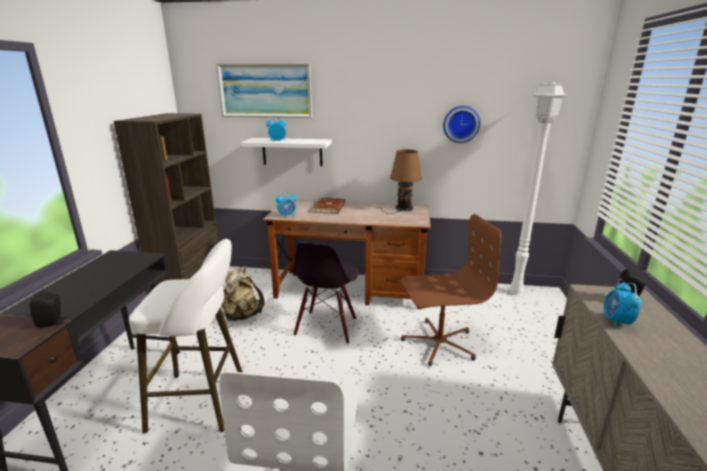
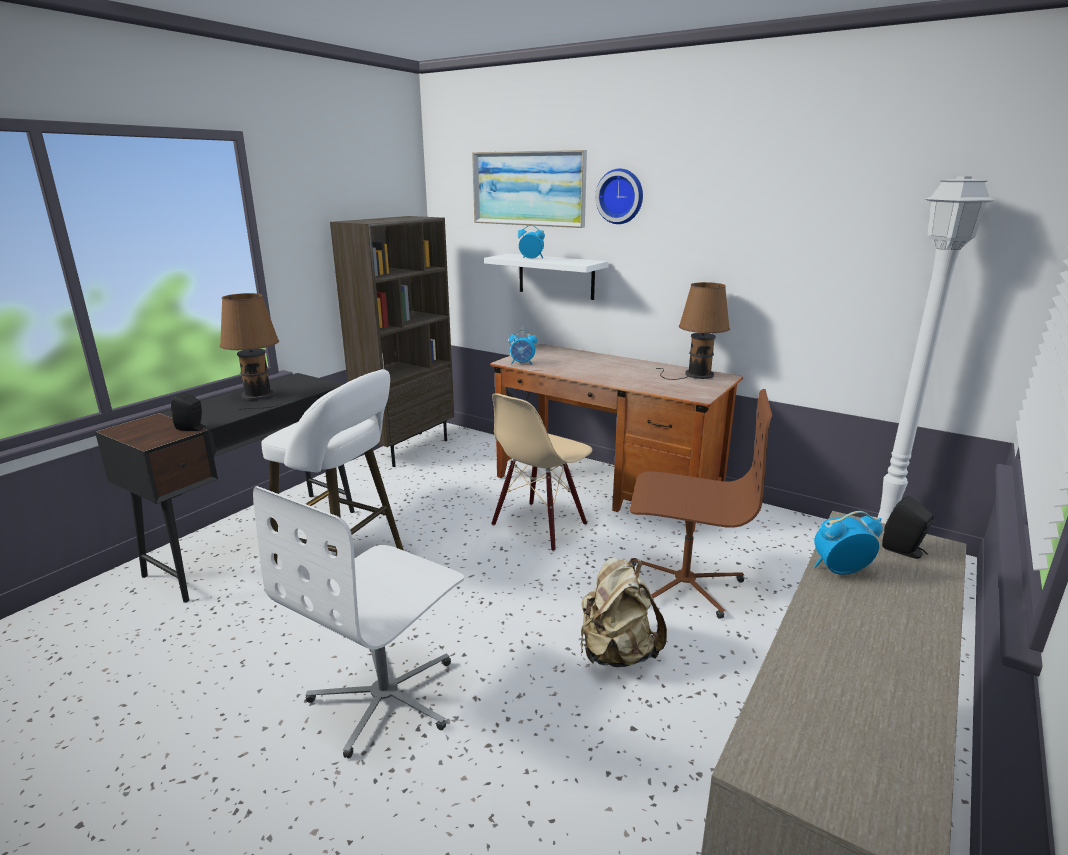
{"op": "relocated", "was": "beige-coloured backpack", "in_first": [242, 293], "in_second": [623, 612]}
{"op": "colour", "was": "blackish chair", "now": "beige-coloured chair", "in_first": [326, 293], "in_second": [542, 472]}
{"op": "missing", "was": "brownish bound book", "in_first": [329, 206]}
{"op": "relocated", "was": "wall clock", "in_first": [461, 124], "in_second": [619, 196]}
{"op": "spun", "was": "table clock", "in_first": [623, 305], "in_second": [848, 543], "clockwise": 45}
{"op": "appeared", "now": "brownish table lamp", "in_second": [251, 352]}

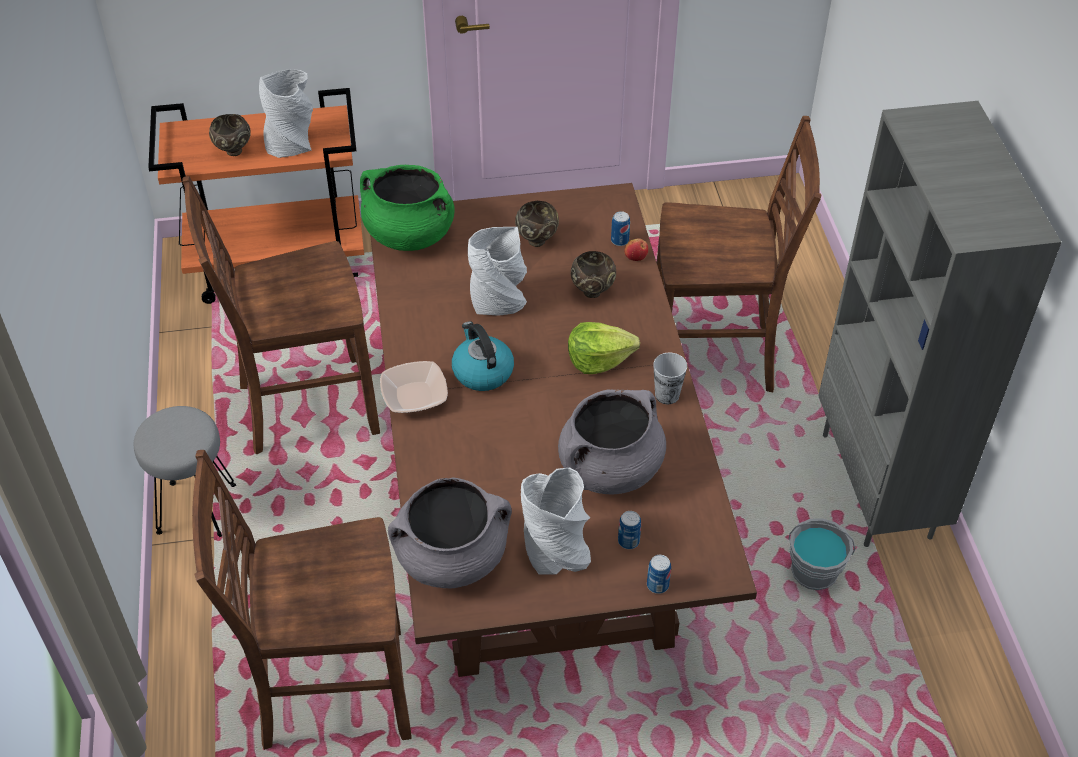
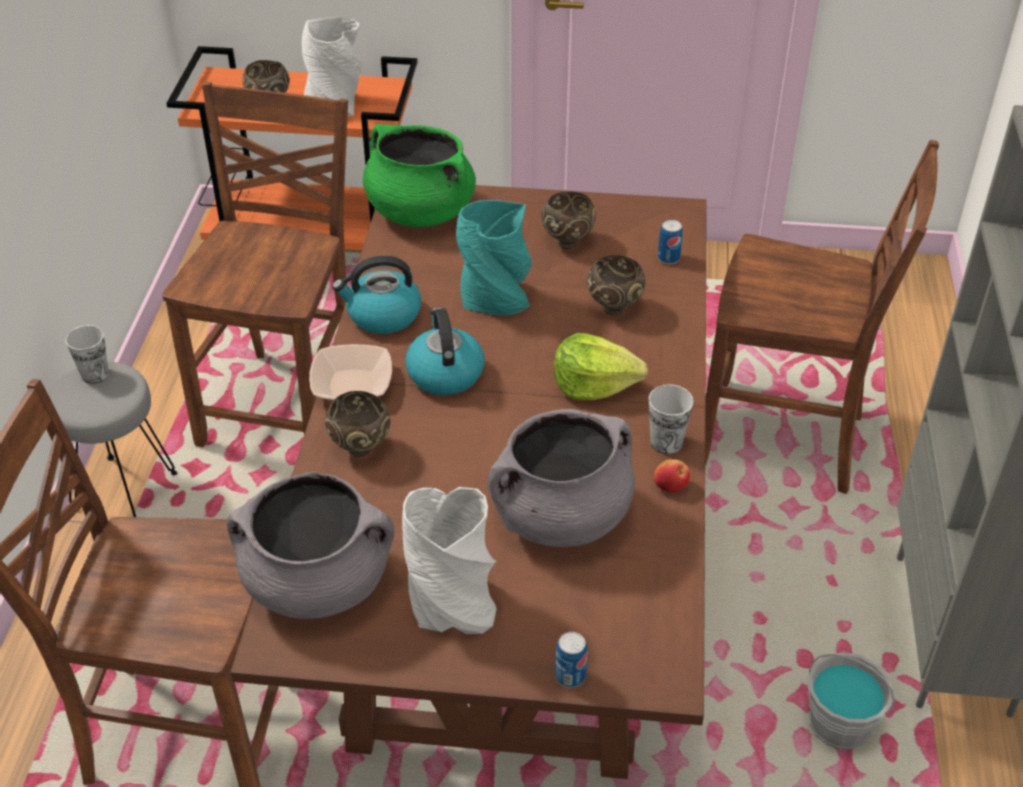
{"op": "spun", "was": "brownish chair", "in_first": [281, 315], "in_second": [255, 264], "clockwise": 105}
{"op": "colour", "was": "greyish flower vase", "now": "turquoise-coloured flower vase", "in_first": [497, 271], "in_second": [494, 258]}
{"op": "missing", "was": "metal can", "in_first": [629, 530]}
{"op": "relocated", "was": "apple fruit", "in_first": [636, 250], "in_second": [672, 476]}
{"op": "appeared", "now": "cup", "in_second": [87, 354]}
{"op": "appeared", "now": "brownish bowl", "in_second": [358, 424]}
{"op": "appeared", "now": "kettle", "in_second": [376, 295]}

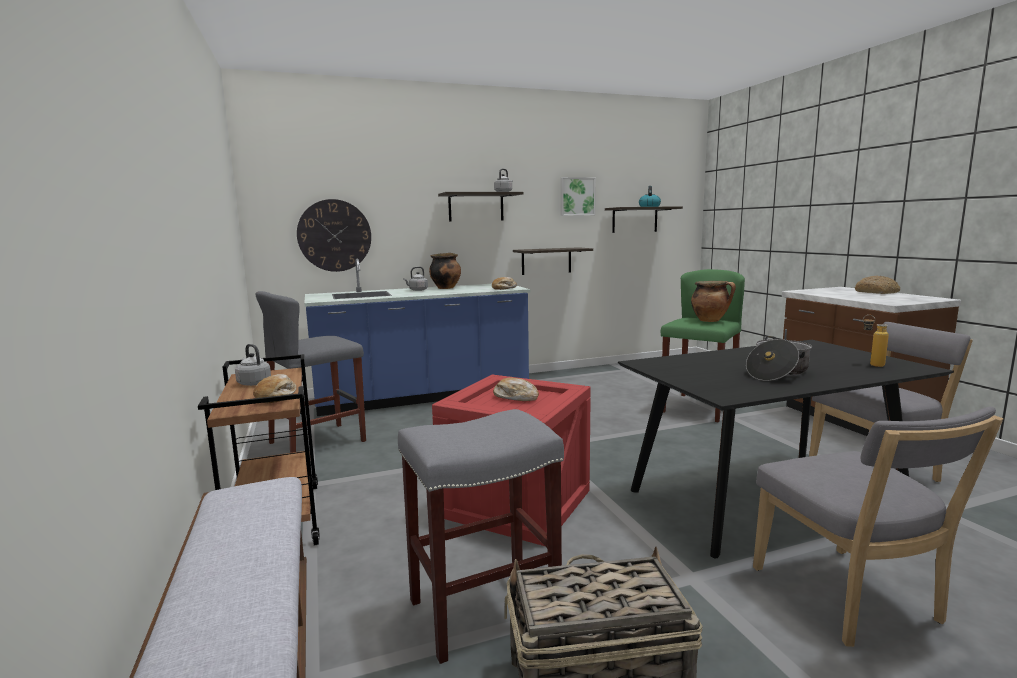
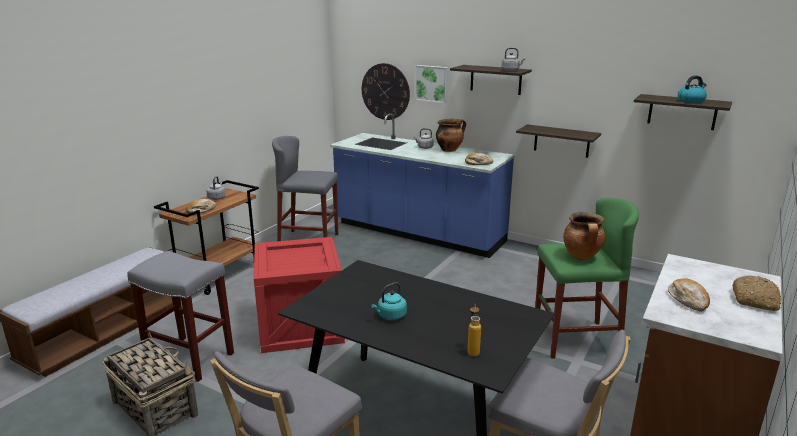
{"op": "relocated", "was": "bakery bread", "in_first": [516, 389], "in_second": [689, 295]}
{"op": "relocated", "was": "picture", "in_first": [578, 196], "in_second": [431, 84]}
{"op": "exchanged", "was": "cooking pot", "now": "turquoise-coloured kettle", "in_first": [779, 358], "in_second": [389, 301]}

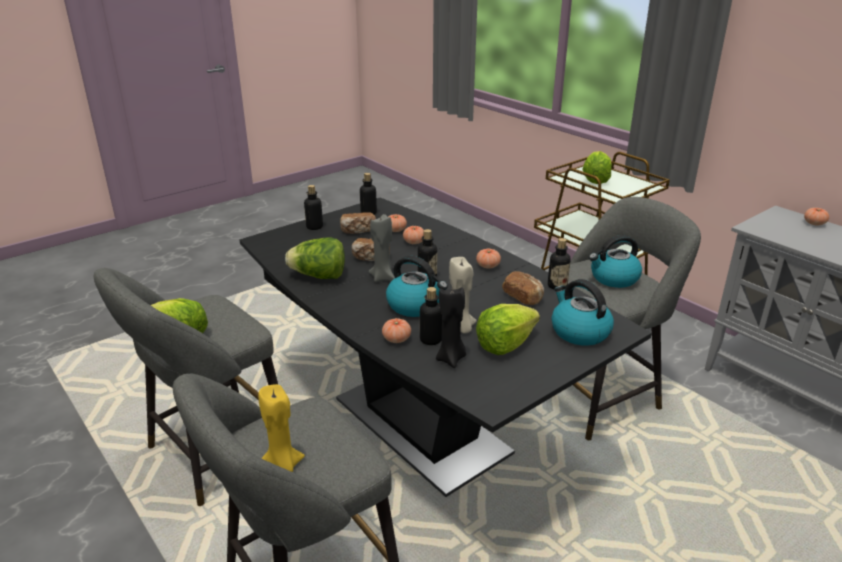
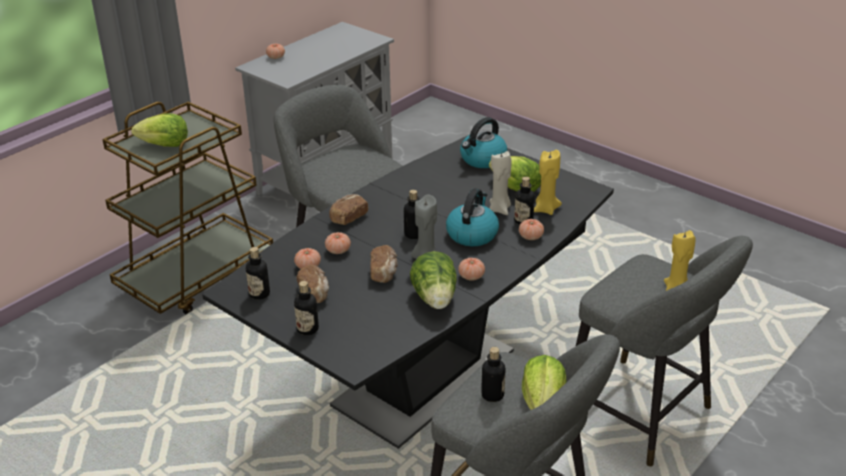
{"op": "colour", "was": "blackish wax candle", "now": "yellow-coloured wax candle", "in_first": [451, 327], "in_second": [548, 182]}
{"op": "relocated", "was": "whole tomato", "in_first": [488, 259], "in_second": [471, 269]}
{"op": "relocated", "was": "bakery bread", "in_first": [523, 288], "in_second": [348, 209]}
{"op": "relocated", "was": "bottle", "in_first": [559, 263], "in_second": [493, 374]}
{"op": "missing", "was": "kettle", "in_first": [615, 261]}

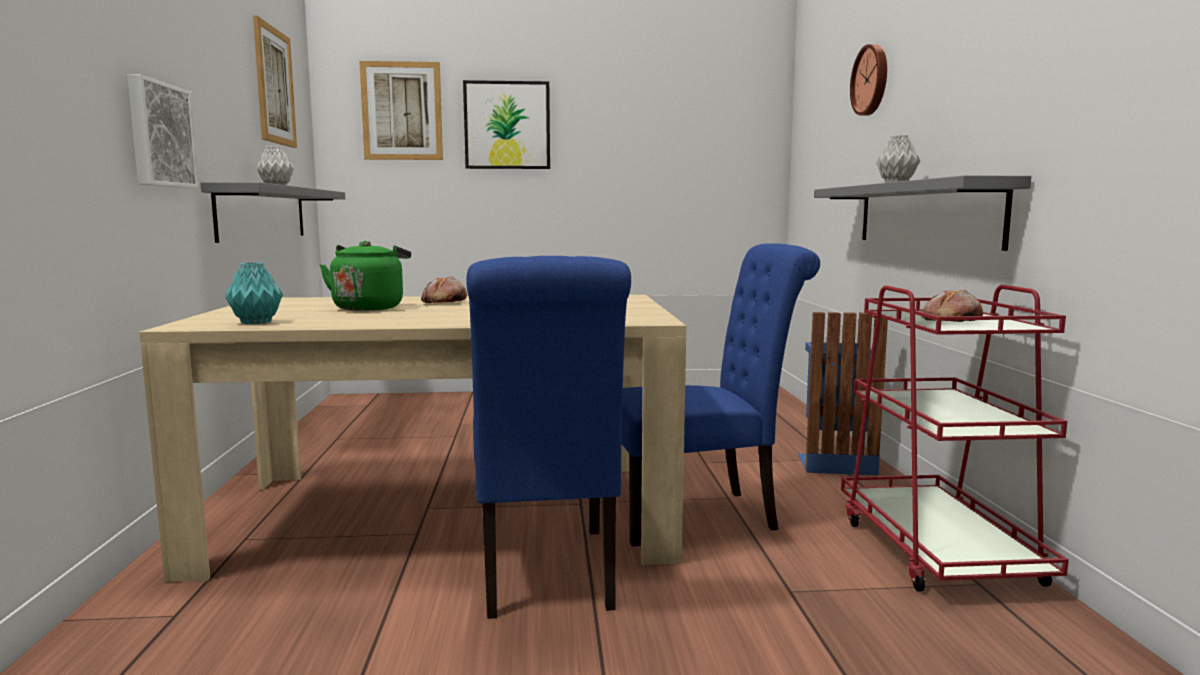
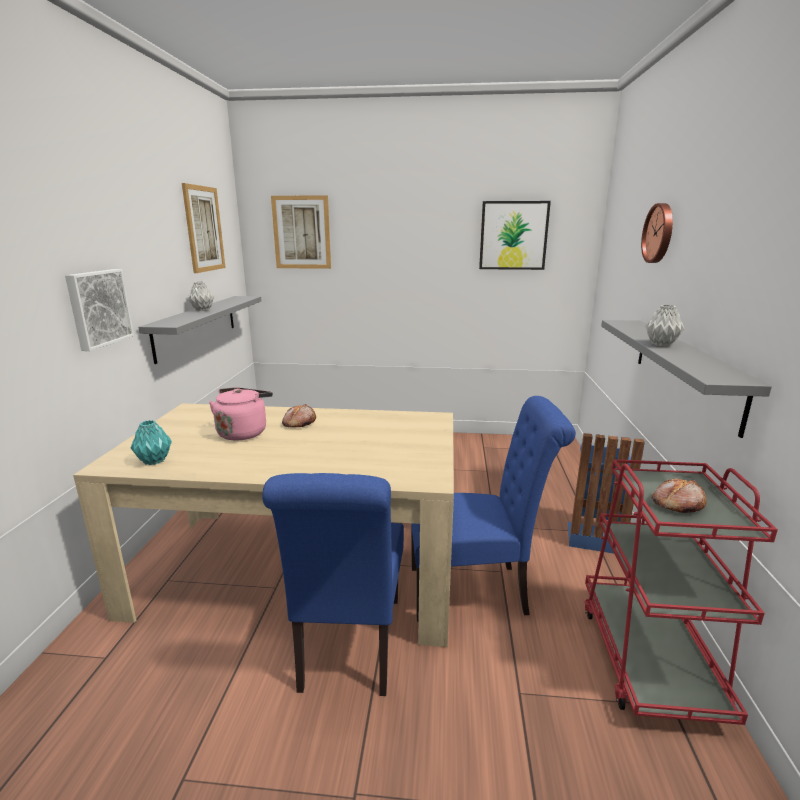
{"op": "colour", "was": "greenish kettle", "now": "pink kettle", "in_first": [365, 276], "in_second": [241, 414]}
{"op": "relocated", "was": "picture", "in_first": [506, 124], "in_second": [515, 235]}

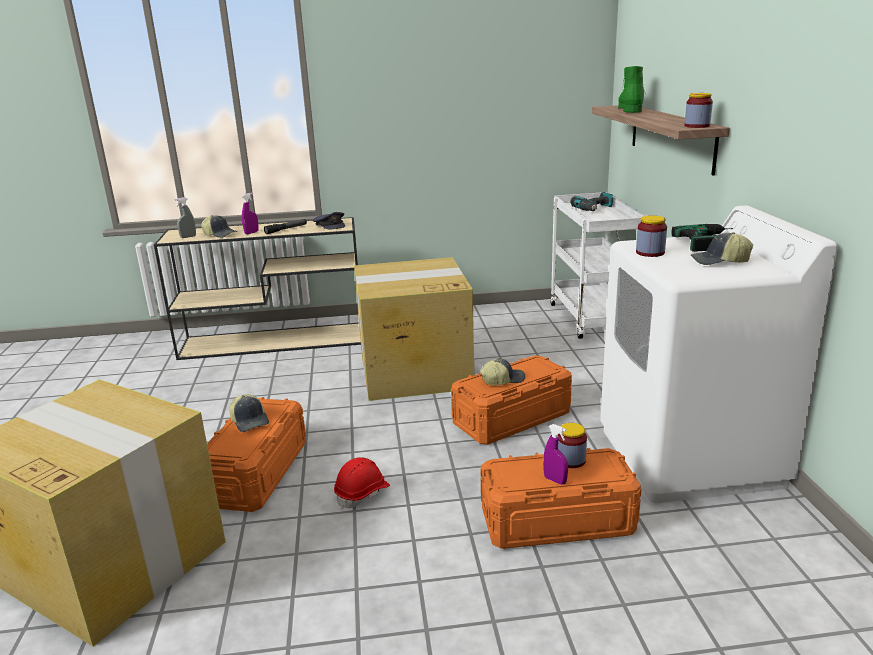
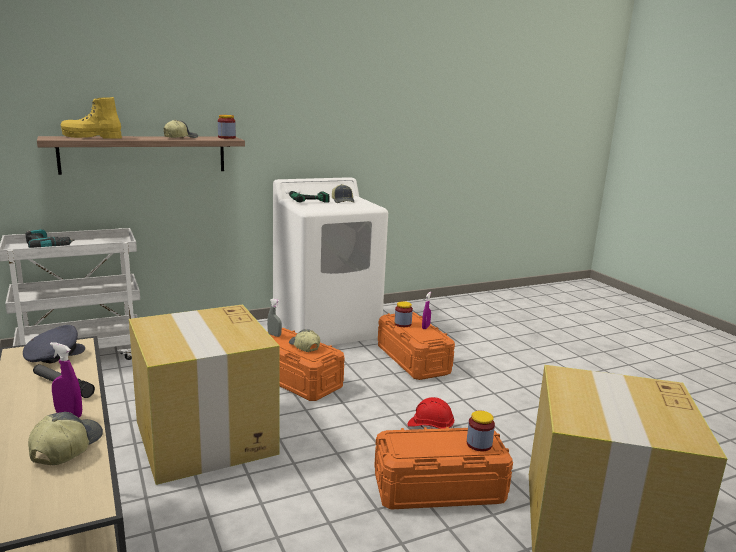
{"op": "relocated", "was": "greyish spray bottle", "in_first": [185, 217], "in_second": [274, 317]}
{"op": "relocated", "was": "cap", "in_first": [249, 413], "in_second": [181, 129]}
{"op": "colour", "was": "greenish boot", "now": "yellow-coloured boot", "in_first": [632, 89], "in_second": [91, 118]}
{"op": "relocated", "was": "storage jar", "in_first": [651, 236], "in_second": [481, 431]}

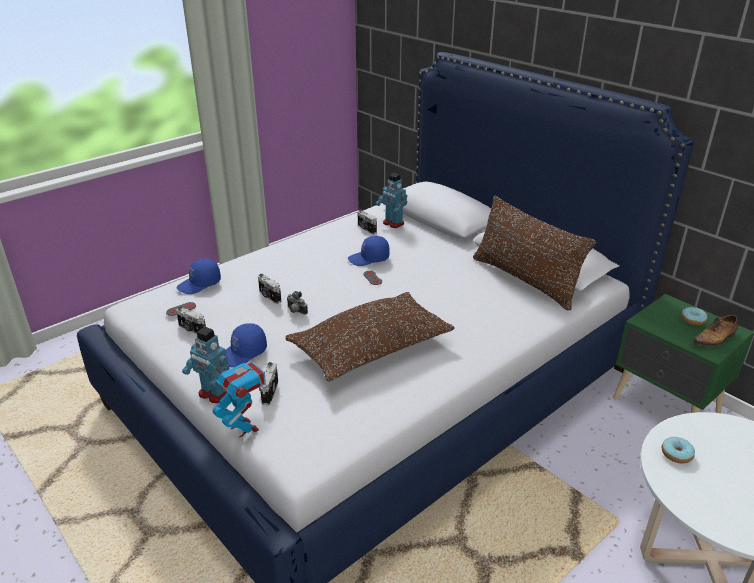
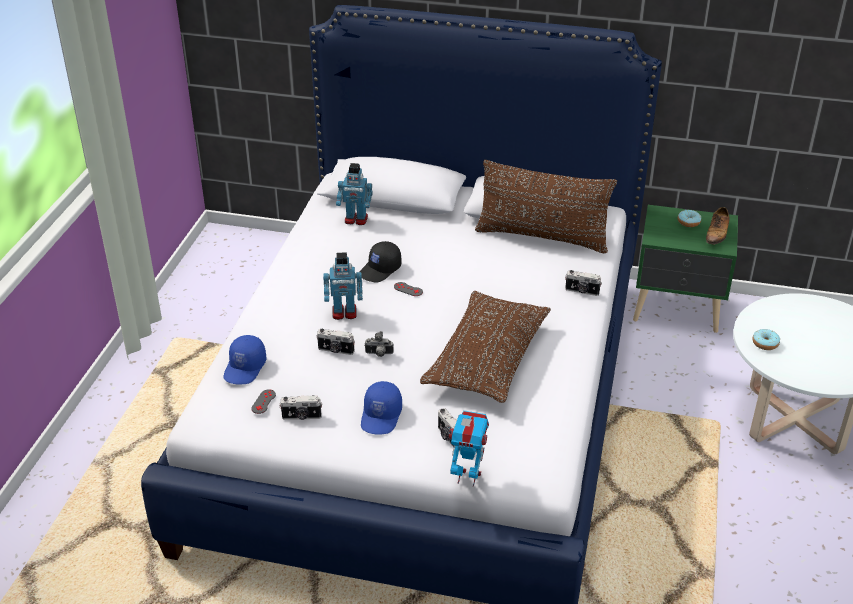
{"op": "relocated", "was": "robot figure", "in_first": [206, 365], "in_second": [343, 286]}
{"op": "colour", "was": "blue cap", "now": "blackish cap", "in_first": [369, 251], "in_second": [381, 261]}
{"op": "relocated", "was": "still camera", "in_first": [367, 222], "in_second": [583, 283]}

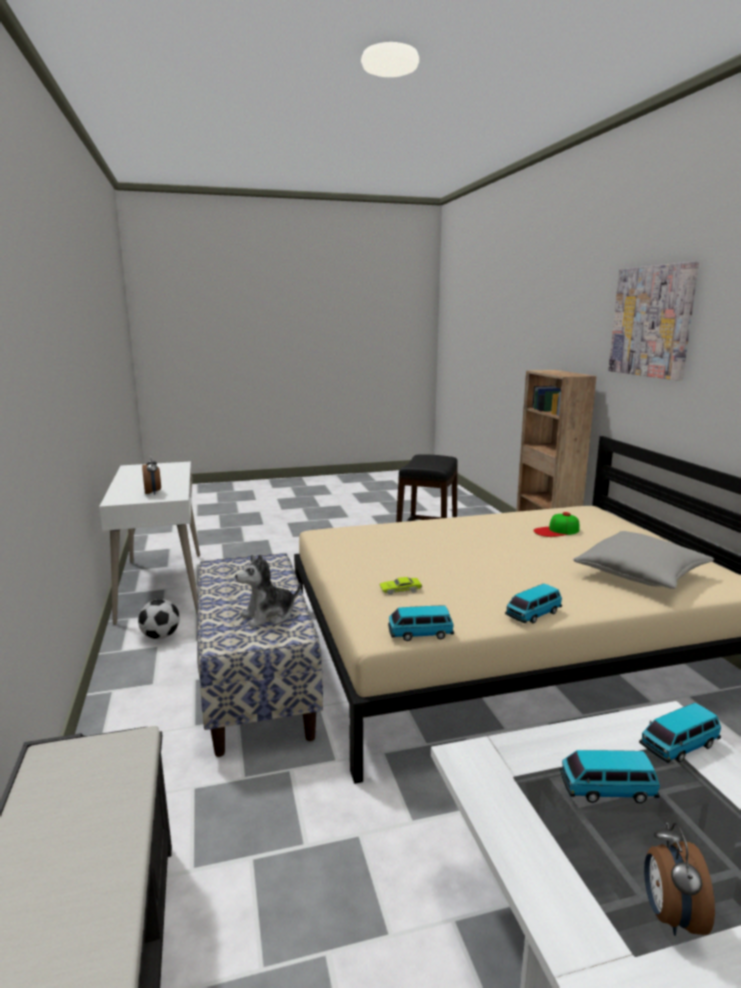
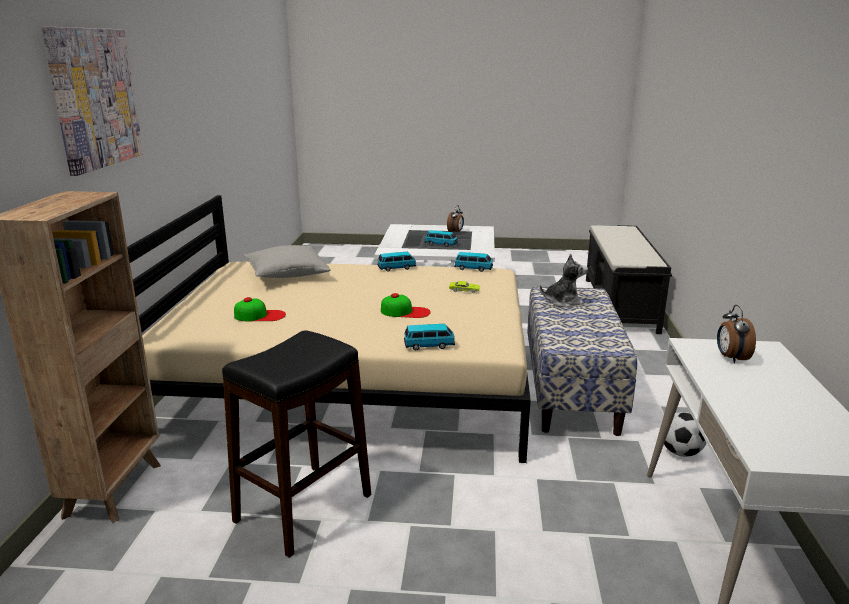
{"op": "relocated", "was": "miniature car", "in_first": [680, 733], "in_second": [429, 337]}
{"op": "appeared", "now": "cap", "in_second": [406, 305]}

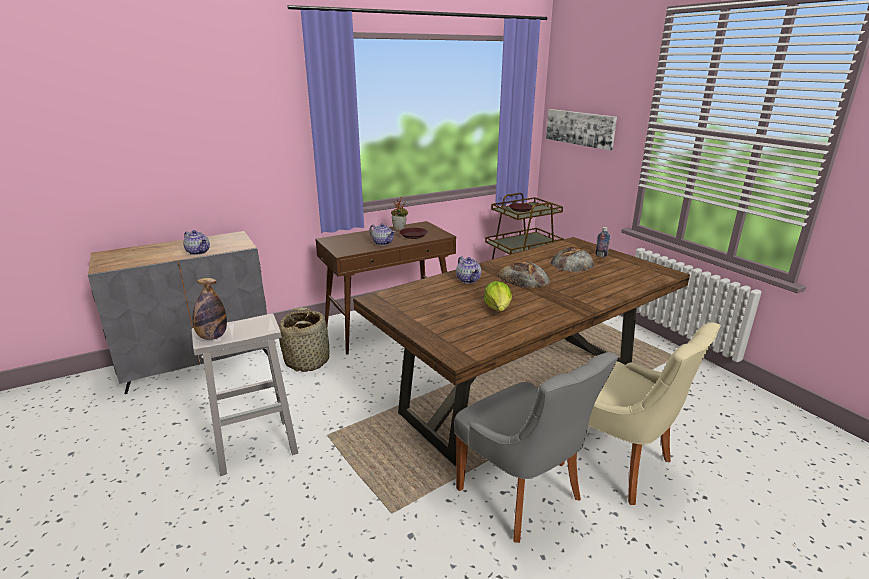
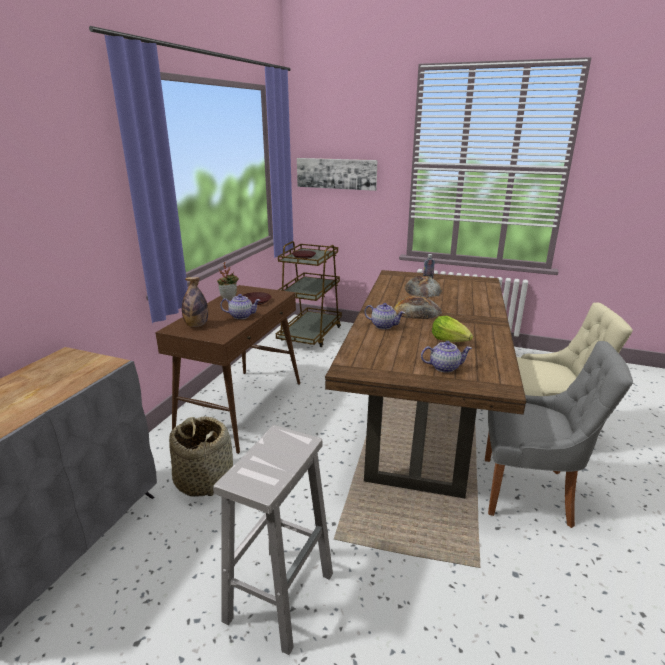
{"op": "relocated", "was": "teapot", "in_first": [196, 242], "in_second": [446, 357]}
{"op": "relocated", "was": "bottle", "in_first": [210, 309], "in_second": [195, 302]}

